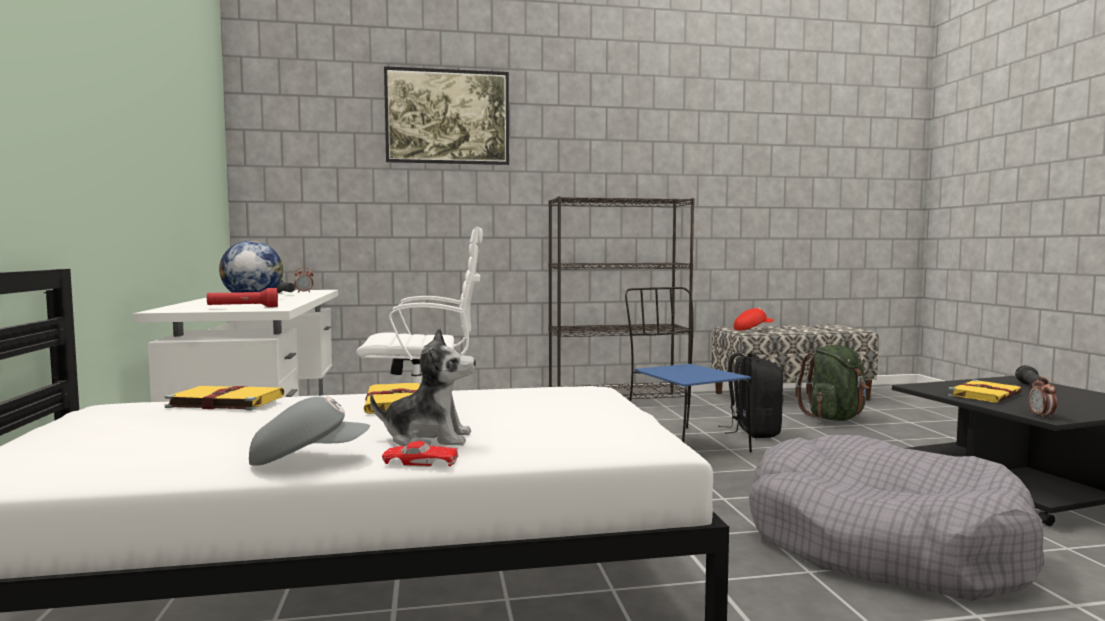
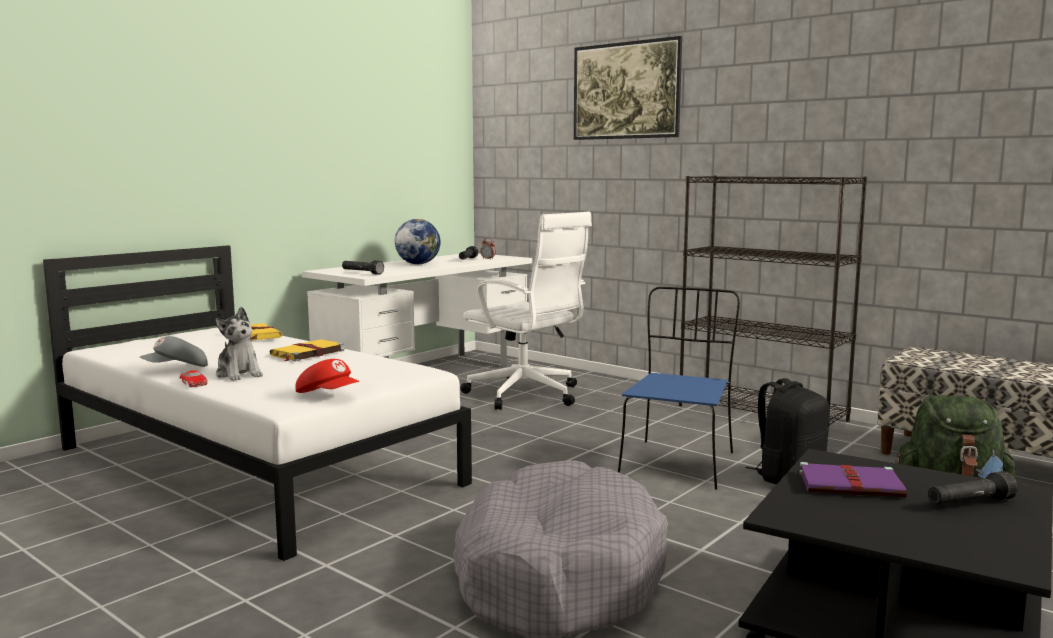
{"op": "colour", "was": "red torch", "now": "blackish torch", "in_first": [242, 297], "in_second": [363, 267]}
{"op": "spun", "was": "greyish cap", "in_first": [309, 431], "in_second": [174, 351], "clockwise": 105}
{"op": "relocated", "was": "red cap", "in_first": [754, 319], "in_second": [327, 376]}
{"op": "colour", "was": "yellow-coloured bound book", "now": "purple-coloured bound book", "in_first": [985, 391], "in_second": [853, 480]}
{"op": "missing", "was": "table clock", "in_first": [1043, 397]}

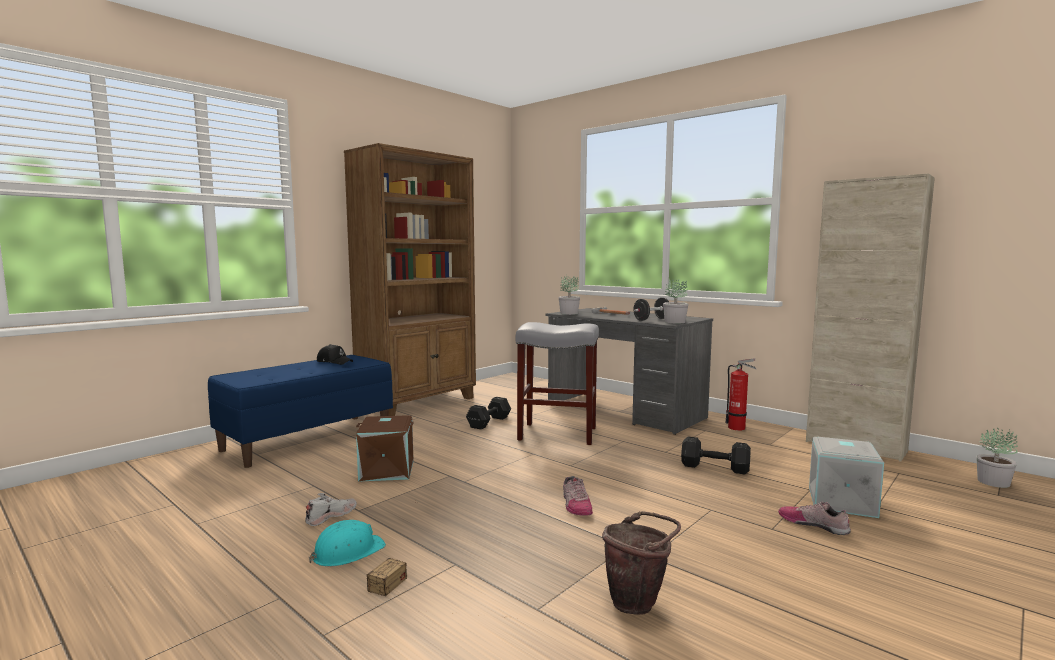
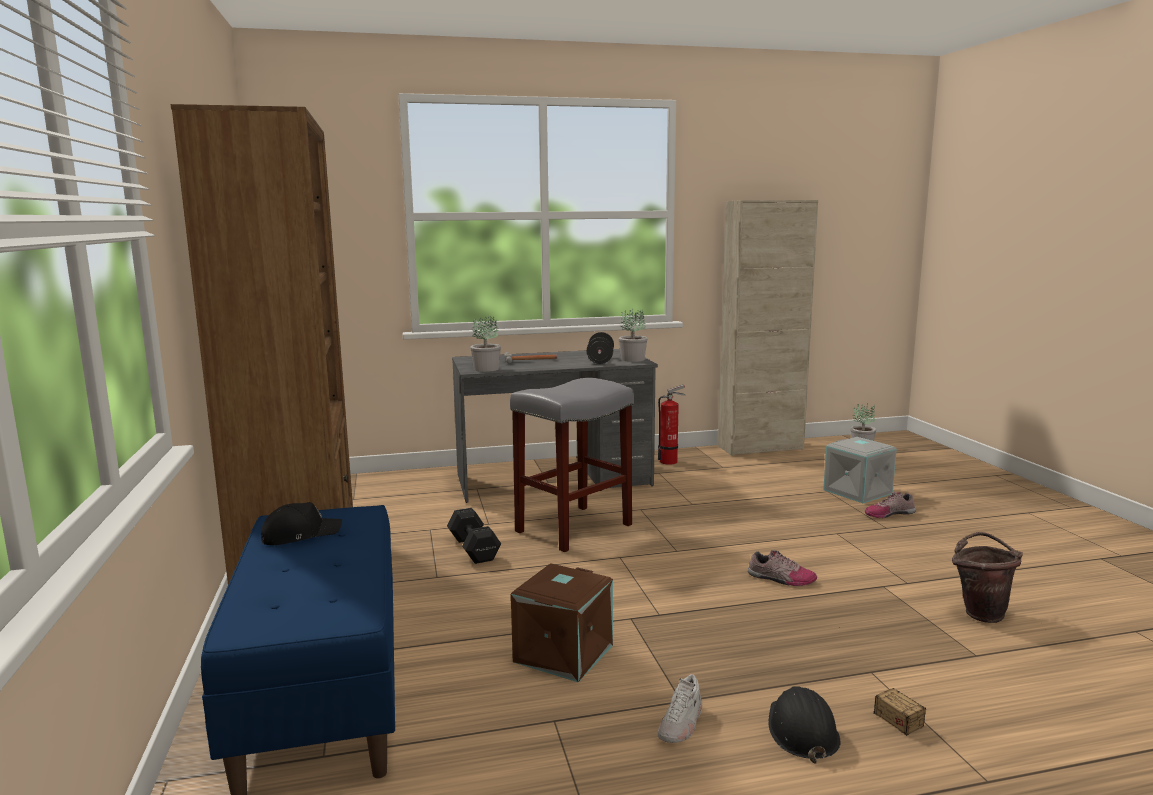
{"op": "spun", "was": "white-coloured low shoe", "in_first": [331, 509], "in_second": [680, 708], "clockwise": -135}
{"op": "colour", "was": "turquoise-coloured work helmet", "now": "blackish work helmet", "in_first": [347, 543], "in_second": [804, 724]}
{"op": "missing", "was": "blackish hand weight", "in_first": [716, 455]}

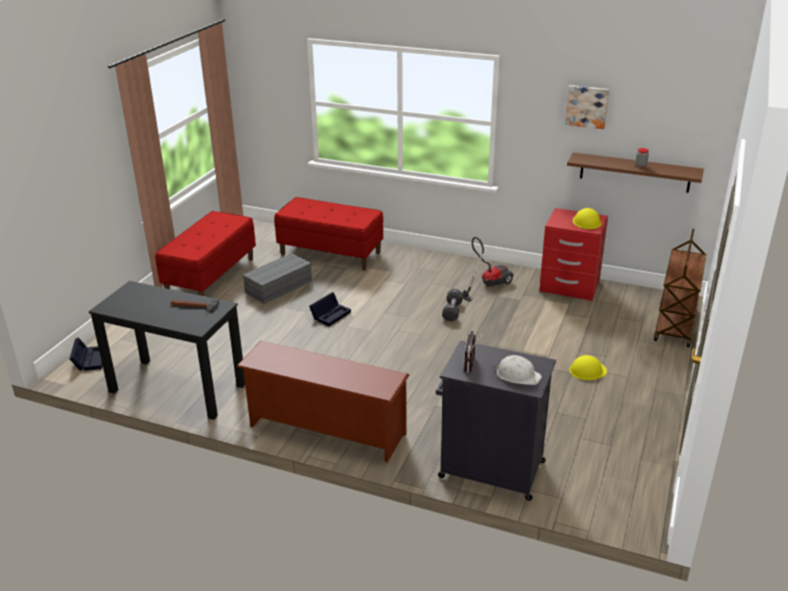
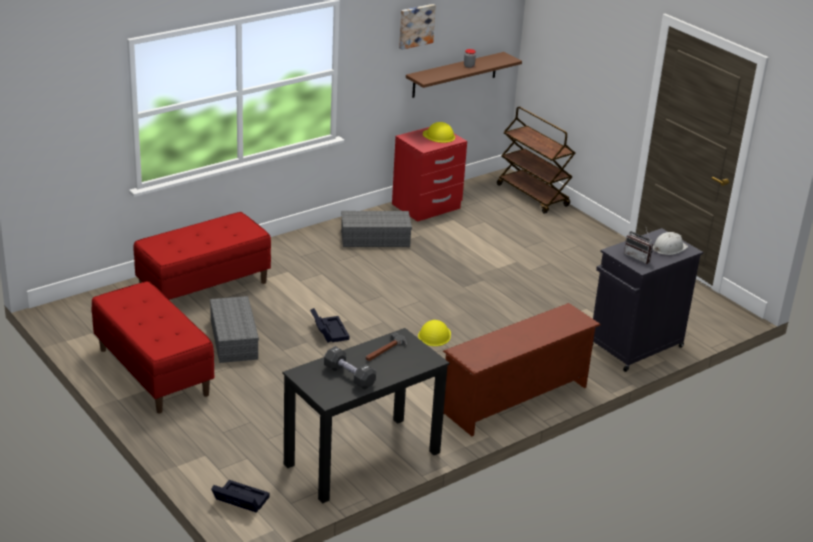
{"op": "relocated", "was": "blackish hand weight", "in_first": [452, 305], "in_second": [350, 368]}
{"op": "exchanged", "was": "vacuum cleaner", "now": "greyish storage bin", "in_first": [488, 269], "in_second": [376, 229]}
{"op": "relocated", "was": "yellow-coloured work helmet", "in_first": [588, 367], "in_second": [434, 333]}

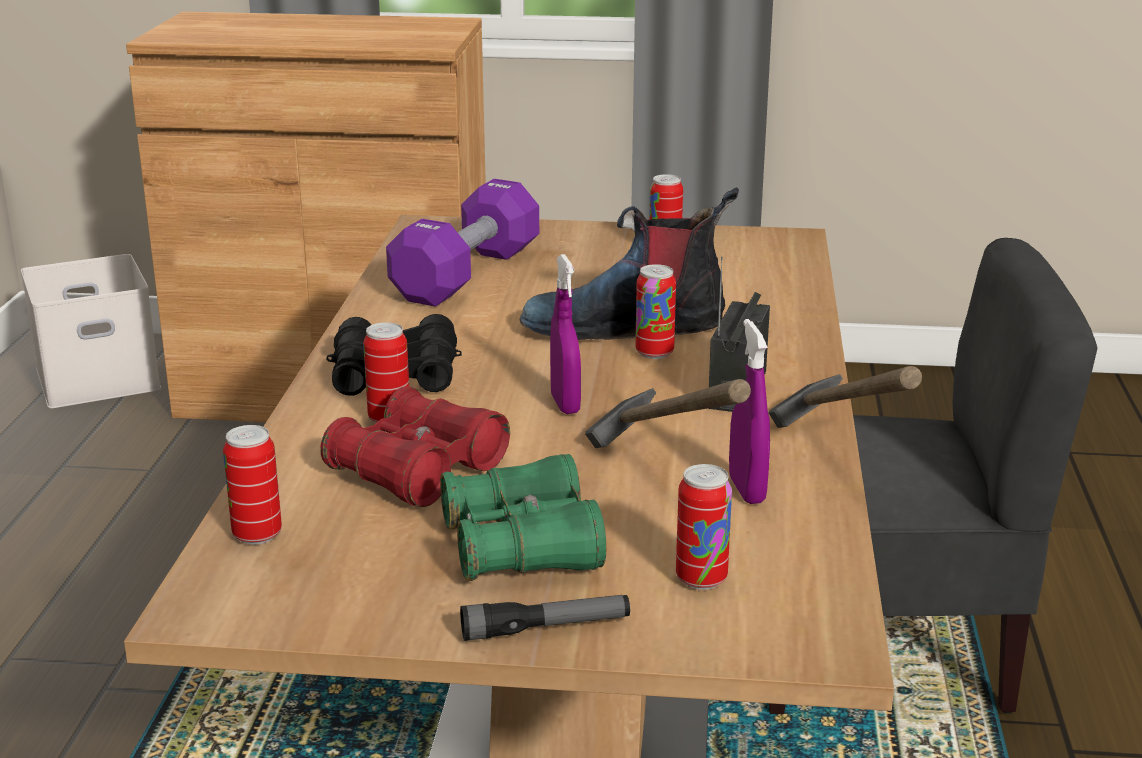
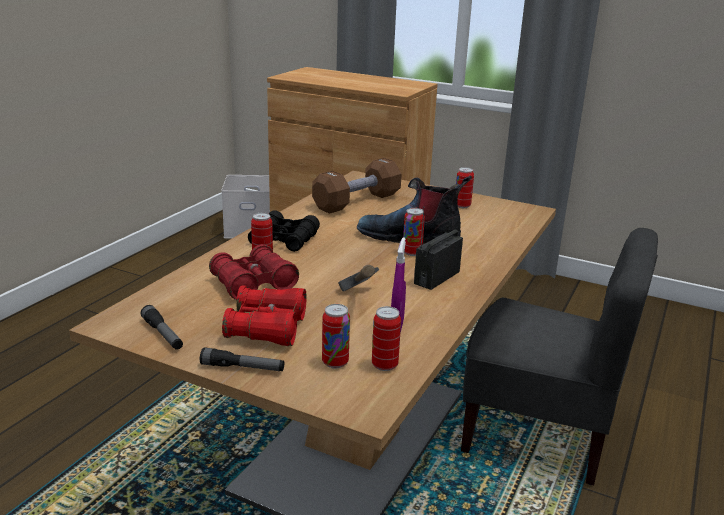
{"op": "relocated", "was": "metal can", "in_first": [252, 484], "in_second": [386, 338]}
{"op": "colour", "was": "purple-coloured hand weight", "now": "brownish hand weight", "in_first": [462, 243], "in_second": [357, 186]}
{"op": "colour", "was": "greenish binoculars", "now": "red binoculars", "in_first": [523, 517], "in_second": [264, 315]}
{"op": "missing", "was": "purple-coloured spray bottle", "in_first": [565, 334]}
{"op": "missing", "was": "tool hammer", "in_first": [845, 397]}
{"op": "appeared", "now": "torch", "in_second": [162, 327]}

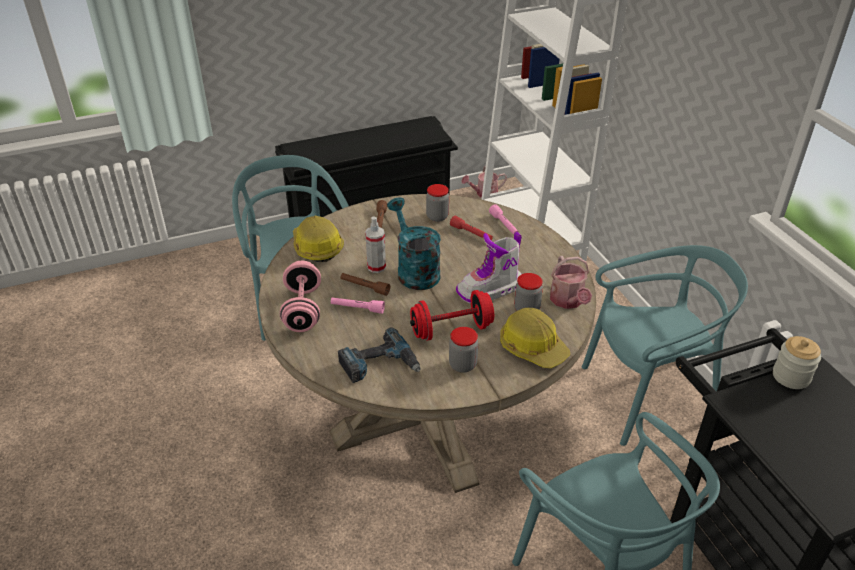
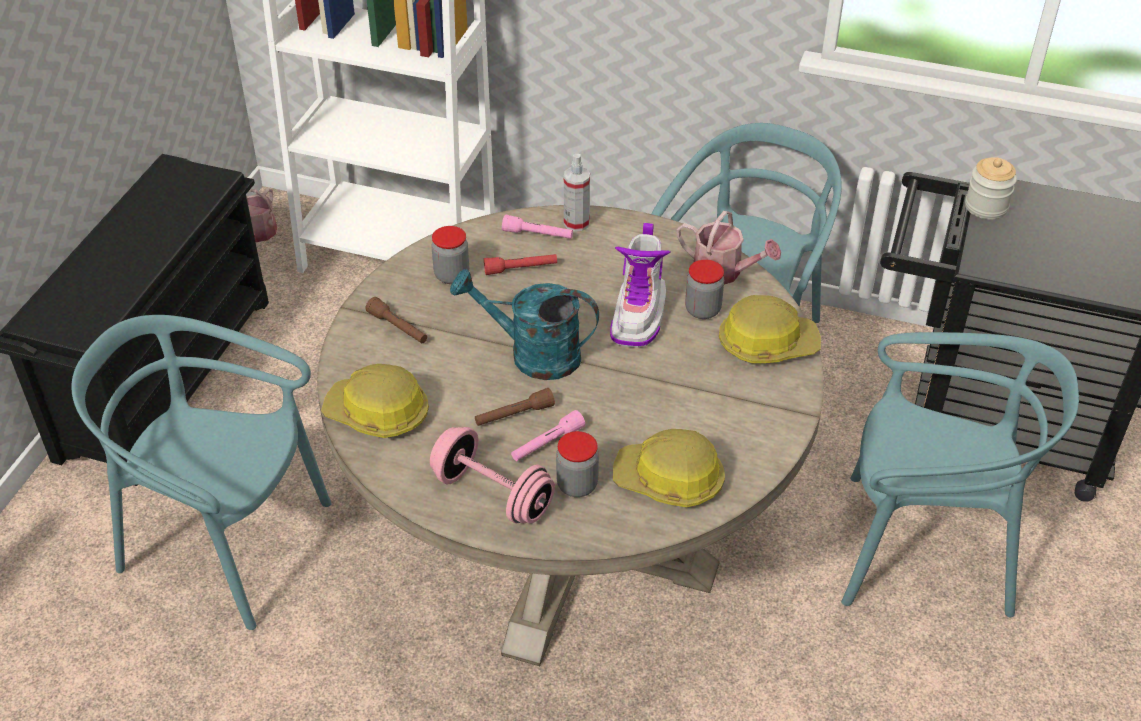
{"op": "exchanged", "was": "electric drill", "now": "work helmet", "in_first": [379, 355], "in_second": [669, 468]}
{"op": "relocated", "was": "spray bottle", "in_first": [375, 245], "in_second": [577, 193]}
{"op": "missing", "was": "red hand weight", "in_first": [452, 315]}
{"op": "relocated", "was": "storage jar", "in_first": [463, 350], "in_second": [577, 464]}

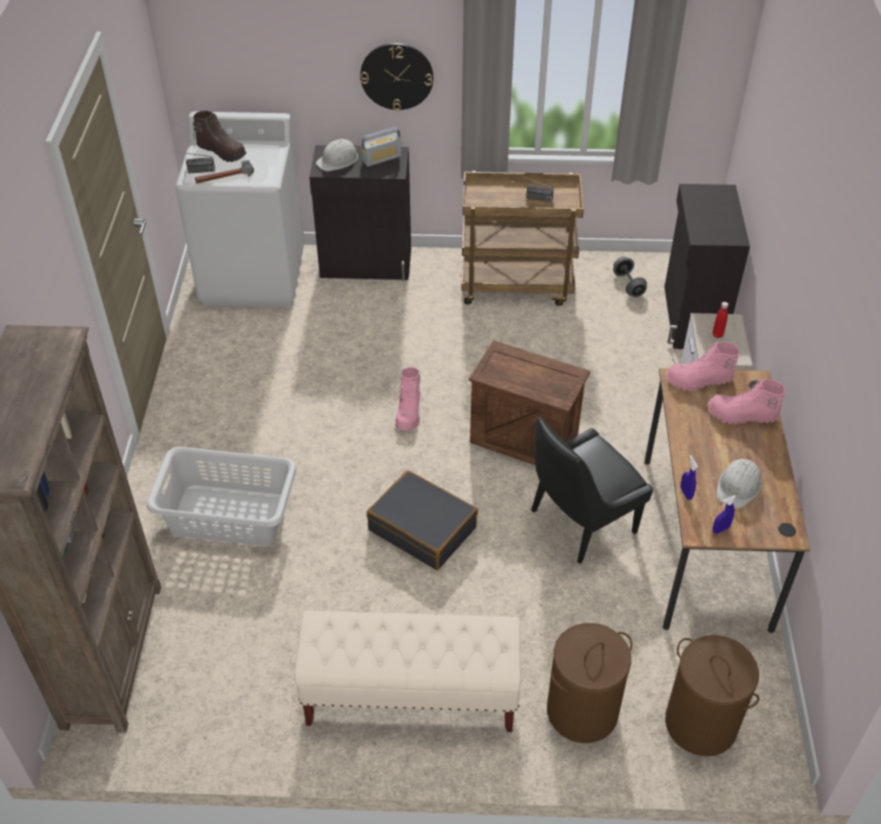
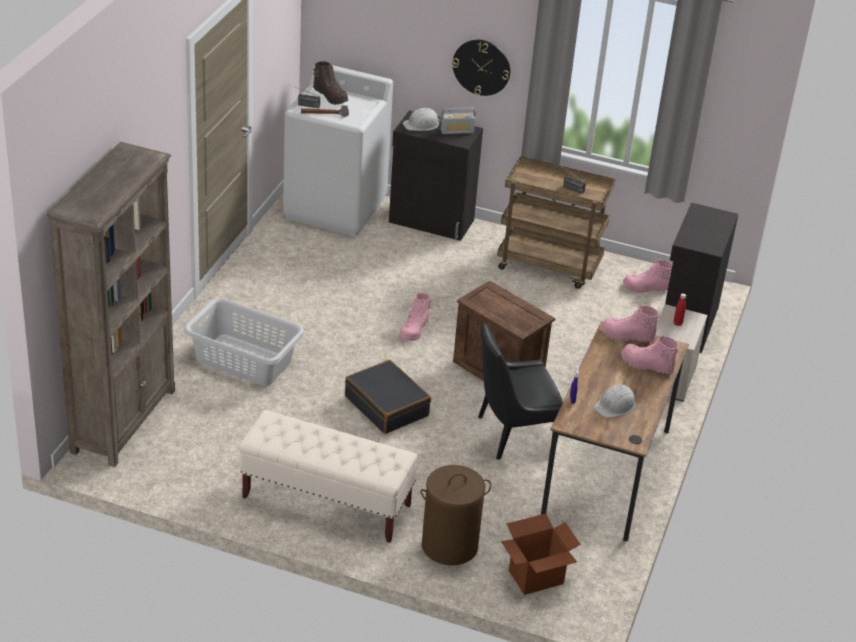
{"op": "exchanged", "was": "greyish hand weight", "now": "pink boot", "in_first": [630, 277], "in_second": [647, 276]}
{"op": "exchanged", "was": "brownish hamper", "now": "cardboard box", "in_first": [712, 695], "in_second": [541, 554]}
{"op": "missing", "was": "blue spray bottle", "in_first": [724, 514]}

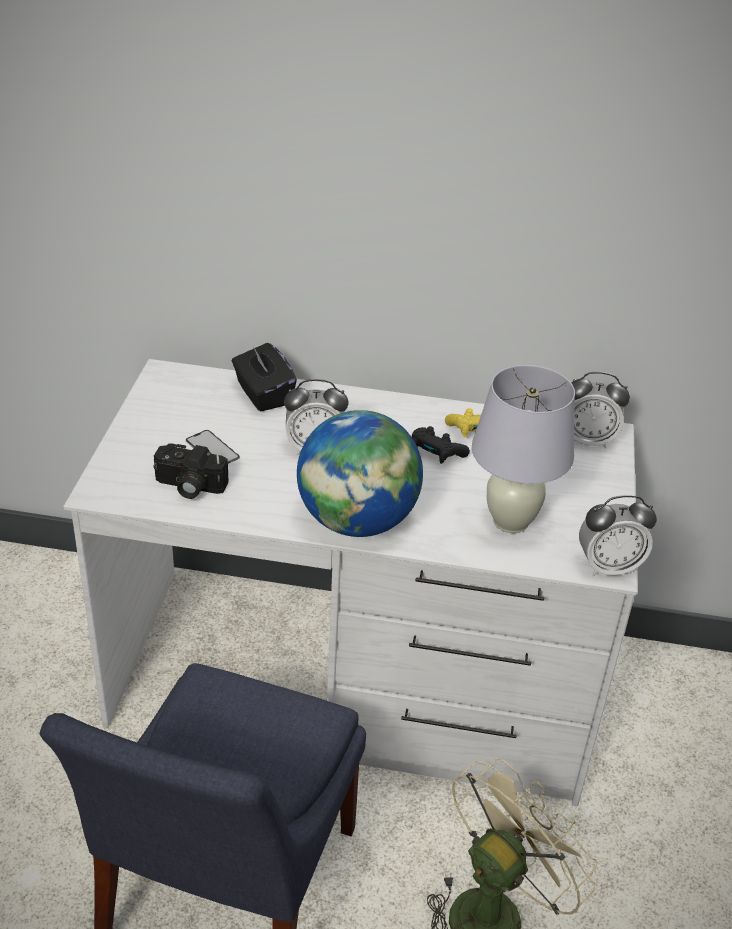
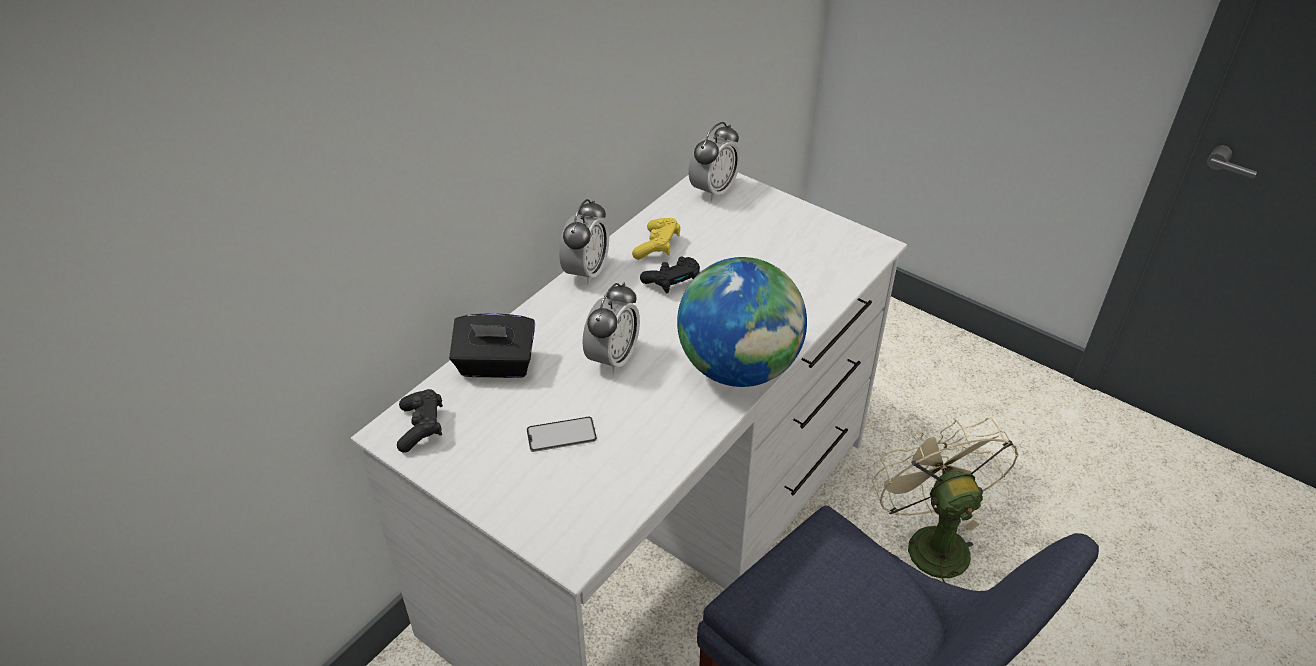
{"op": "missing", "was": "still camera", "in_first": [190, 471]}
{"op": "missing", "was": "white-coloured table lamp", "in_first": [523, 449]}
{"op": "relocated", "was": "table clock", "in_first": [618, 535], "in_second": [584, 242]}
{"op": "appeared", "now": "blackish gamepad", "in_second": [420, 421]}

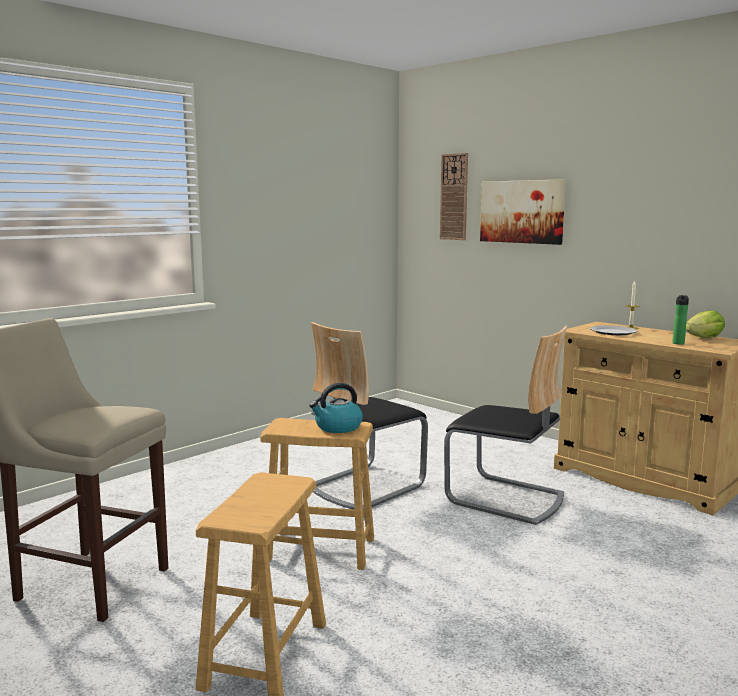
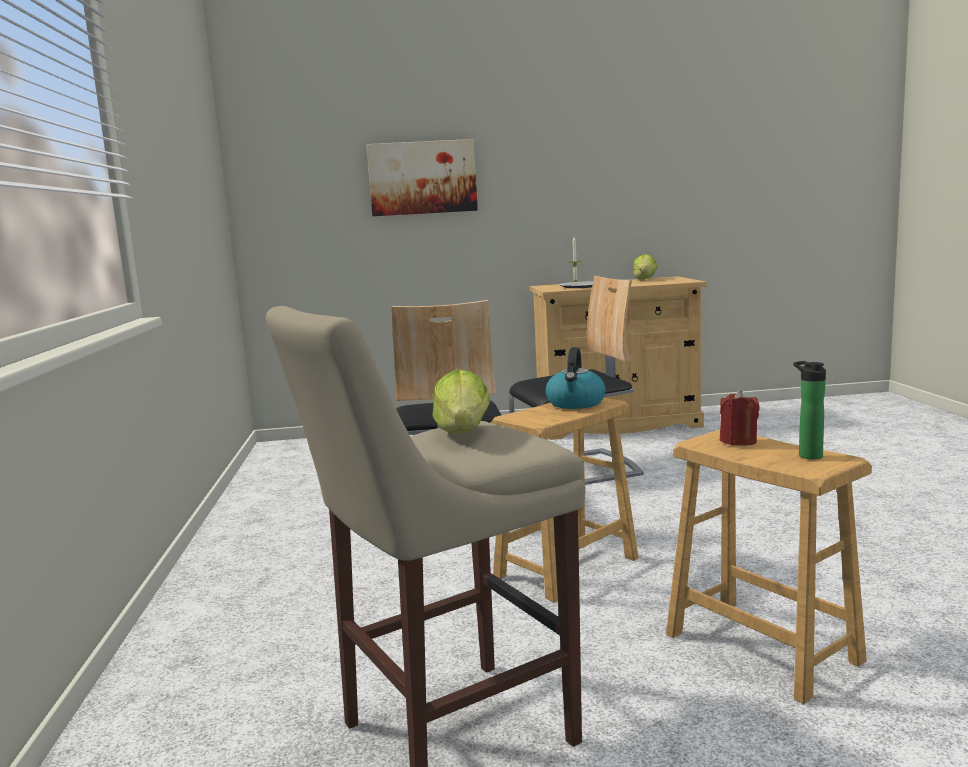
{"op": "missing", "was": "wall clock", "in_first": [454, 196]}
{"op": "relocated", "was": "bottle", "in_first": [680, 320], "in_second": [809, 410]}
{"op": "appeared", "now": "head of lettuce", "in_second": [461, 401]}
{"op": "appeared", "now": "red wax candle", "in_second": [739, 418]}

